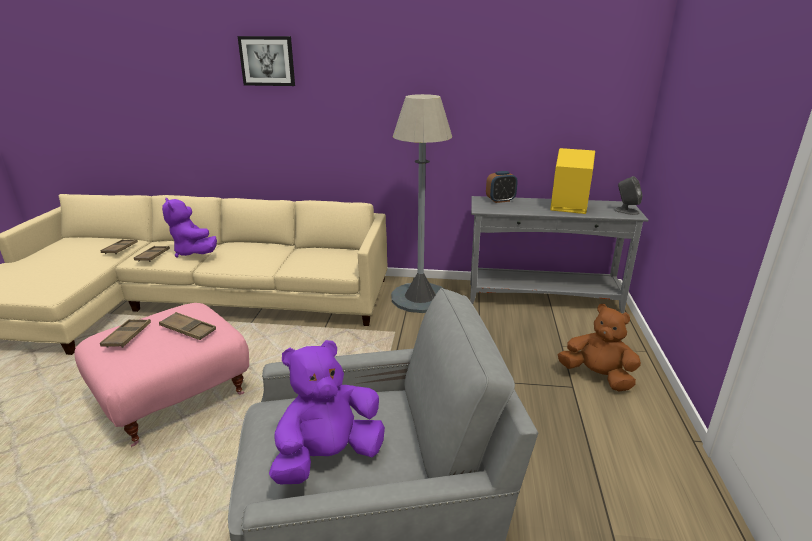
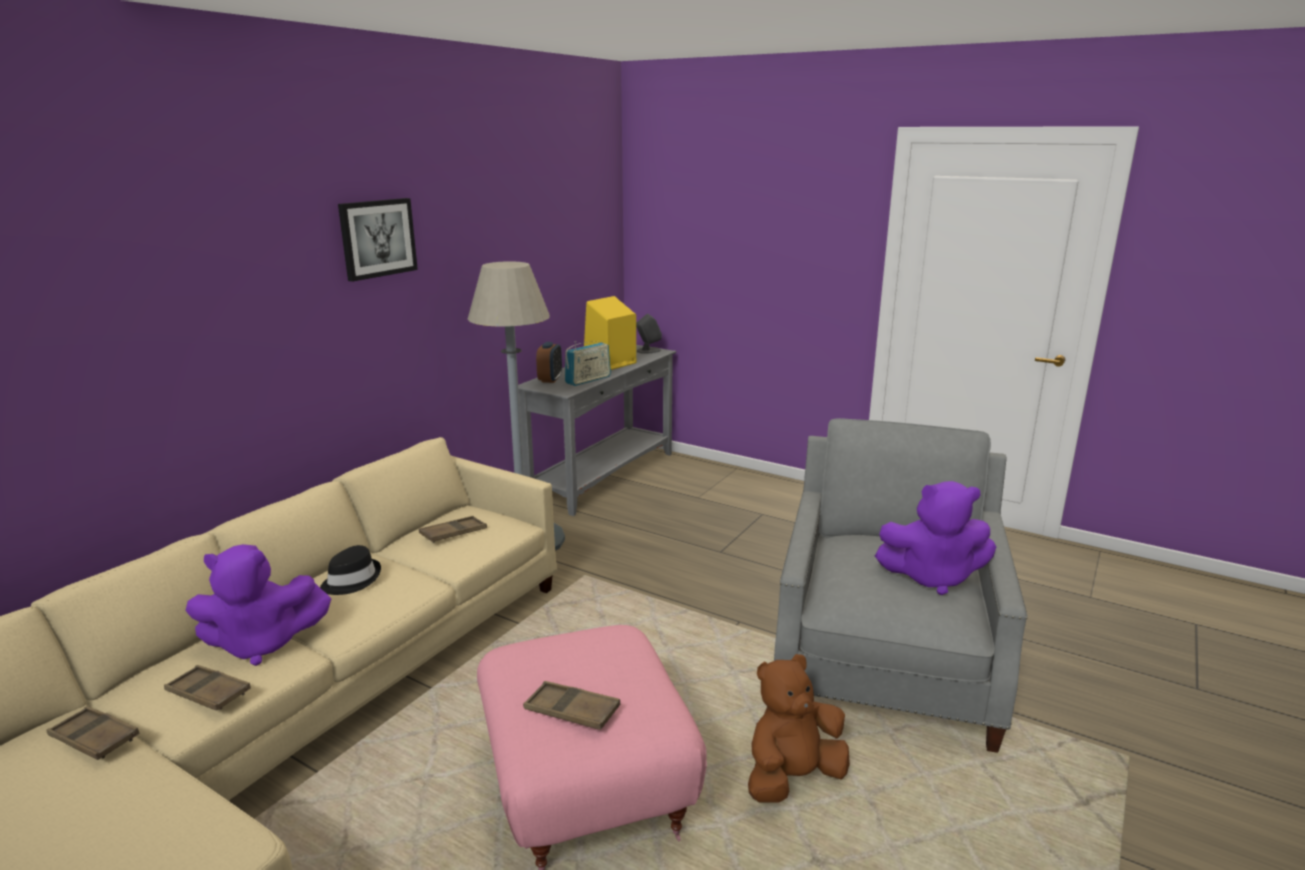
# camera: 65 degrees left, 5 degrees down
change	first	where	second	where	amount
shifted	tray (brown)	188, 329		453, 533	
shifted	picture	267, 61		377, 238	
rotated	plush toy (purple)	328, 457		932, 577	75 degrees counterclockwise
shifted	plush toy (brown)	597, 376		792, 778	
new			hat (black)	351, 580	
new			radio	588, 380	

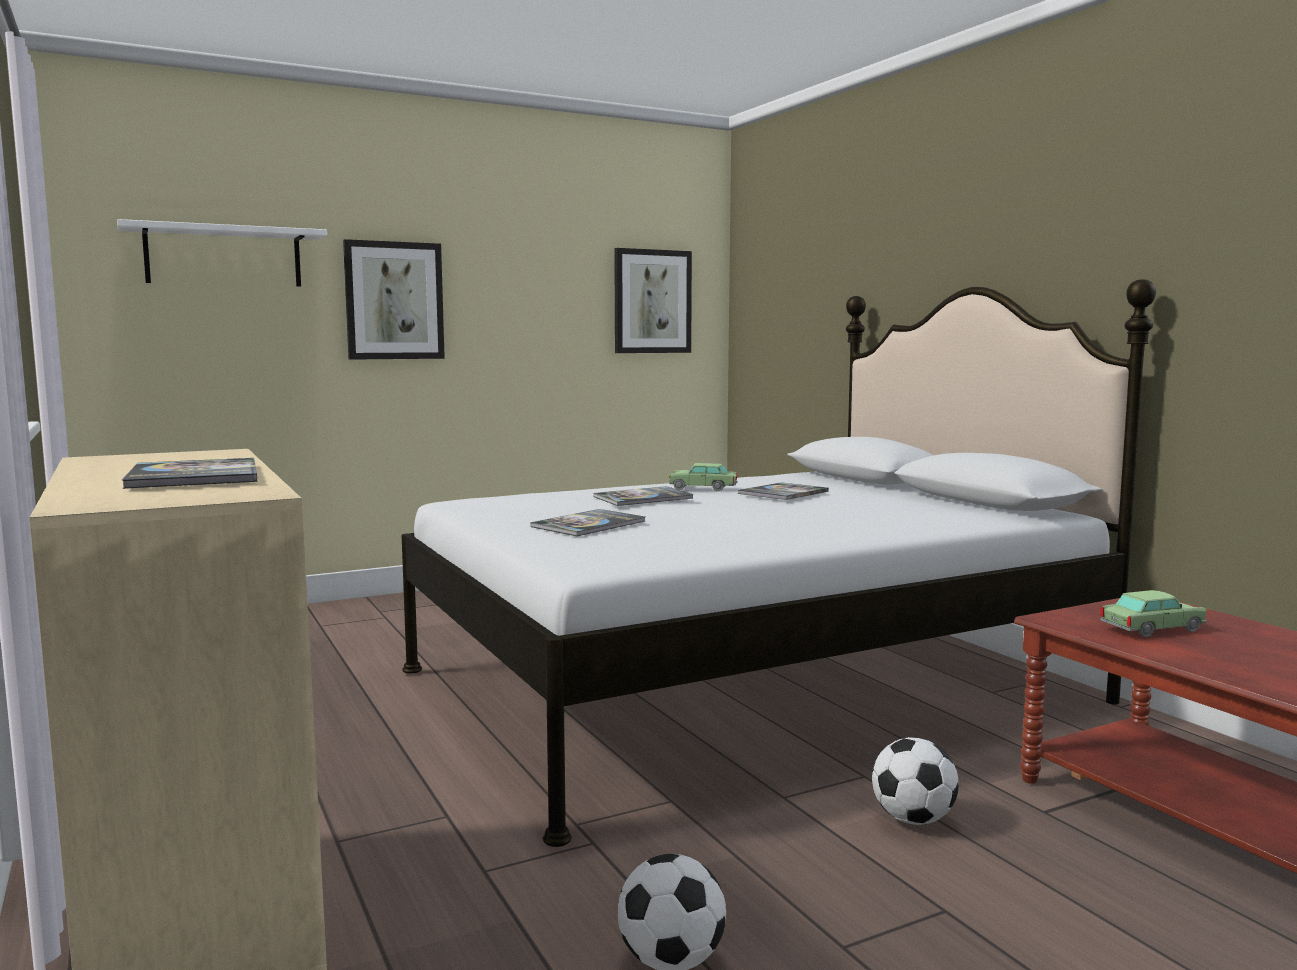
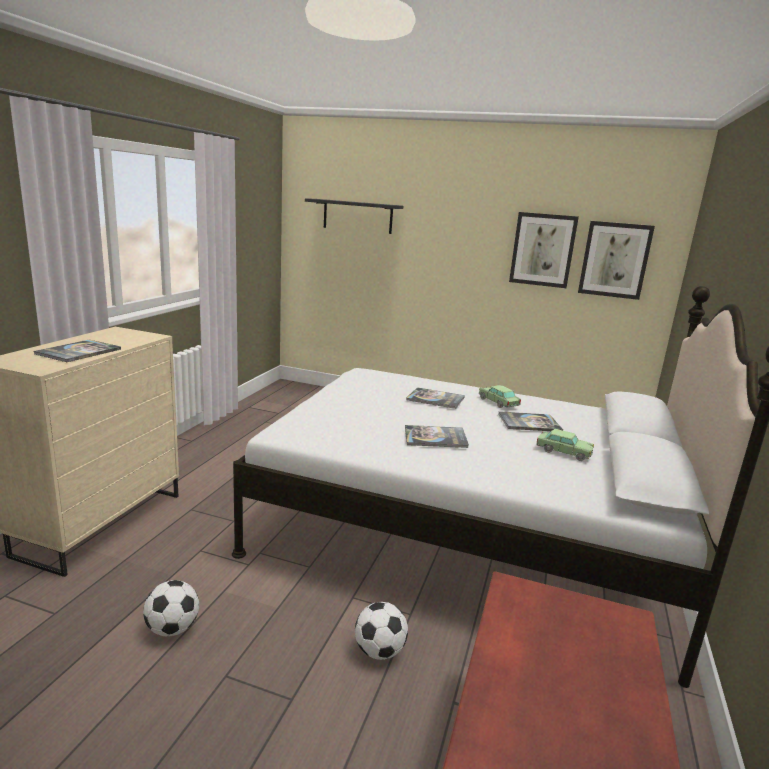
# camera: 45 degrees right, 10 degrees up
change	first	where	second	where	amount
repainted	shelf (white)	224, 257	shelf (black)	357, 216	
shifted	picture	394, 301		543, 250	
shifted	book	588, 525		435, 437	
shifted	toy car	1151, 629		563, 452	

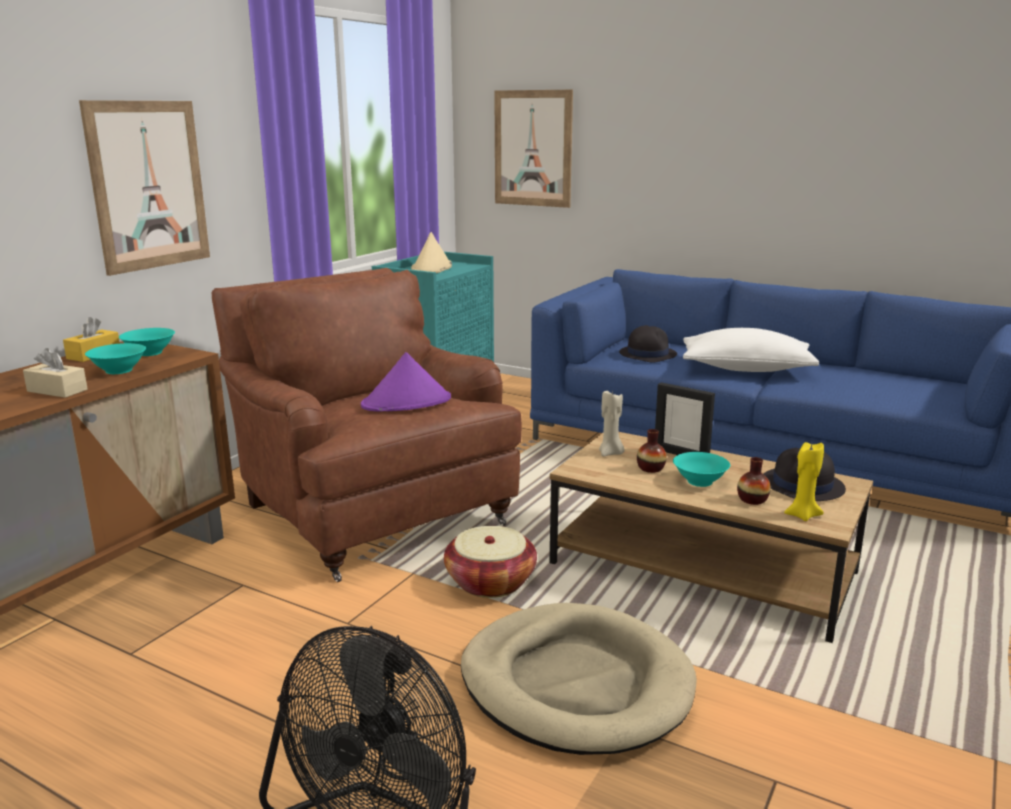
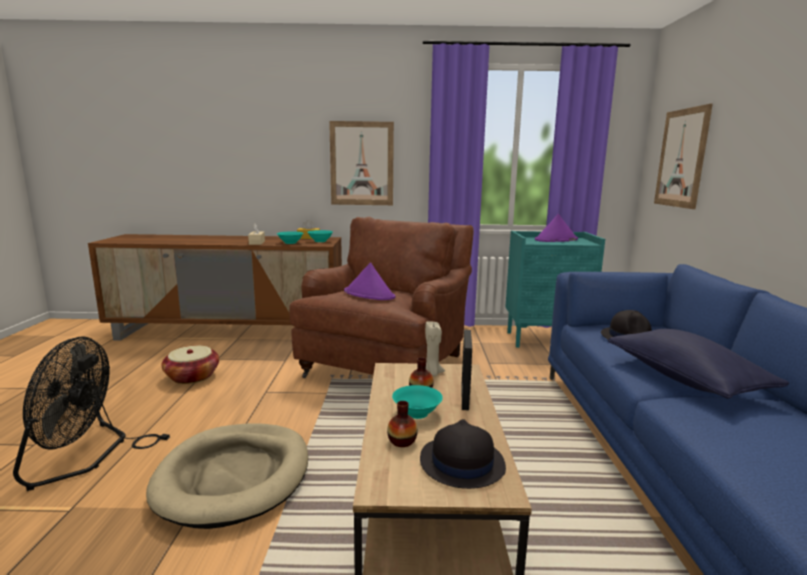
# camera: 60 degrees right, 5 degrees down
change	first	where	second	where	amount
repainted	hat (beige)	432, 268	hat (purple)	556, 240	
shifted	basket	490, 582		192, 377	
repainted	pillow (white)	745, 369	pillow (blue)	685, 379	
gone	candle (yellow)	802, 515			

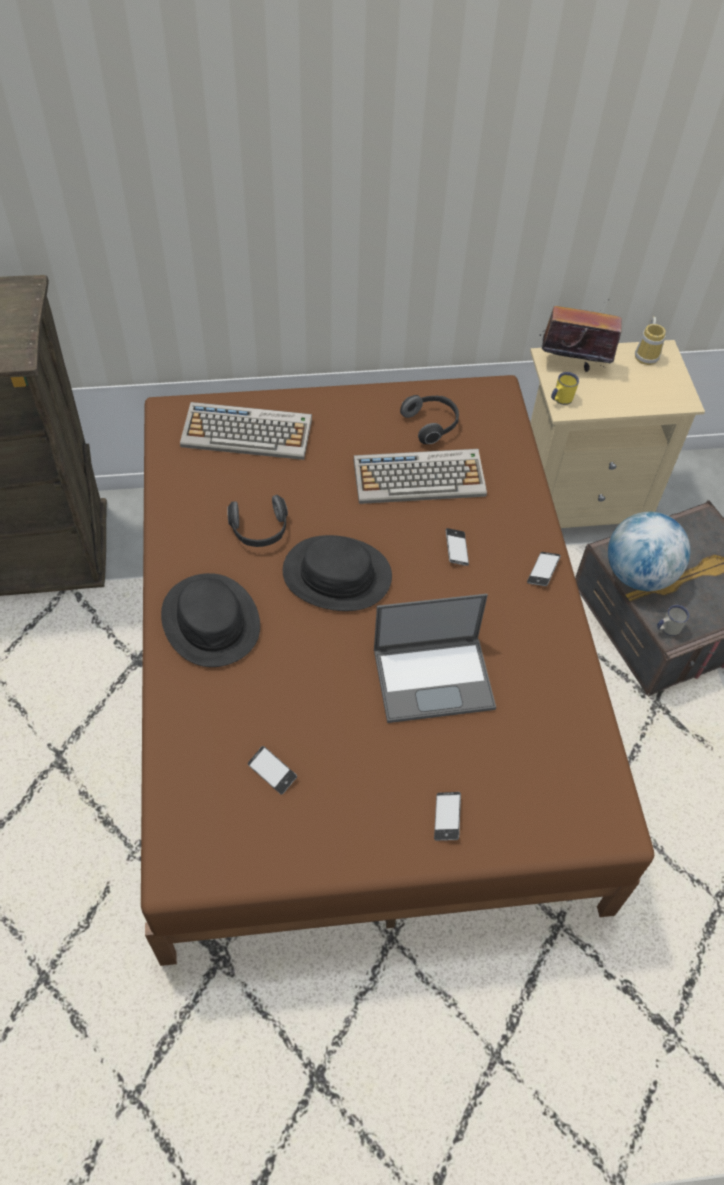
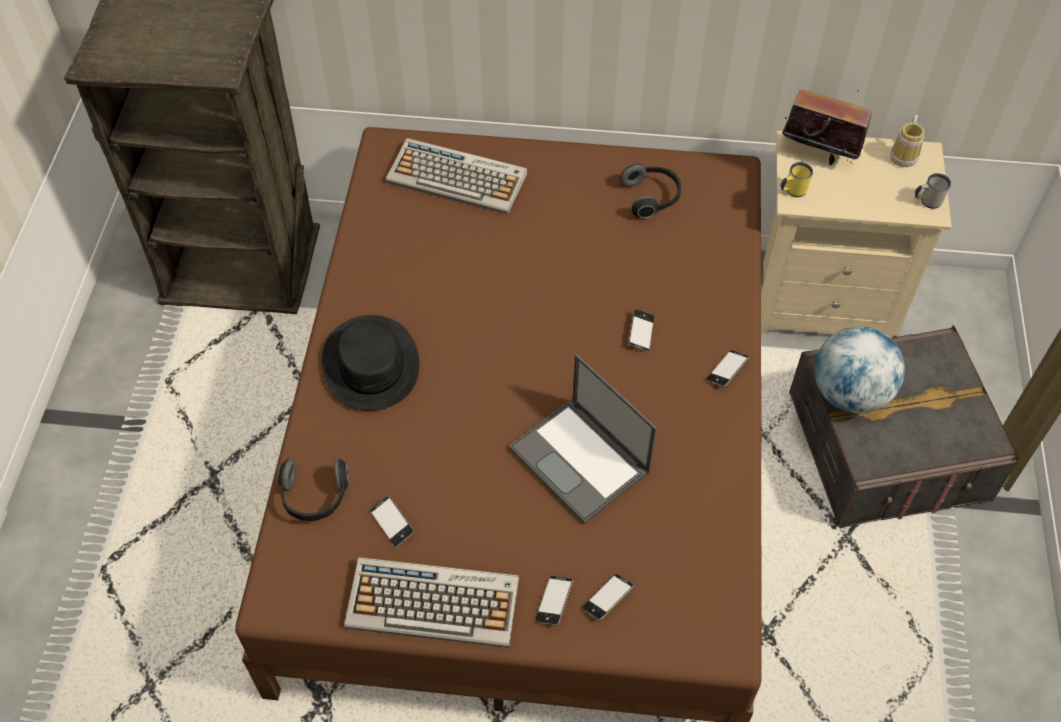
# camera: 15 degrees right, 0 degrees up
change	first	where	second	where	amount
shifted	headphones	260, 531		314, 497	
gone	hat (black)	337, 575			
shifted	keyboard	420, 477		435, 602	
rotated	laptop	435, 678		581, 461	45 degrees clockwise
shifted	mug (white)	667, 629		927, 201	
new			phone	607, 599	

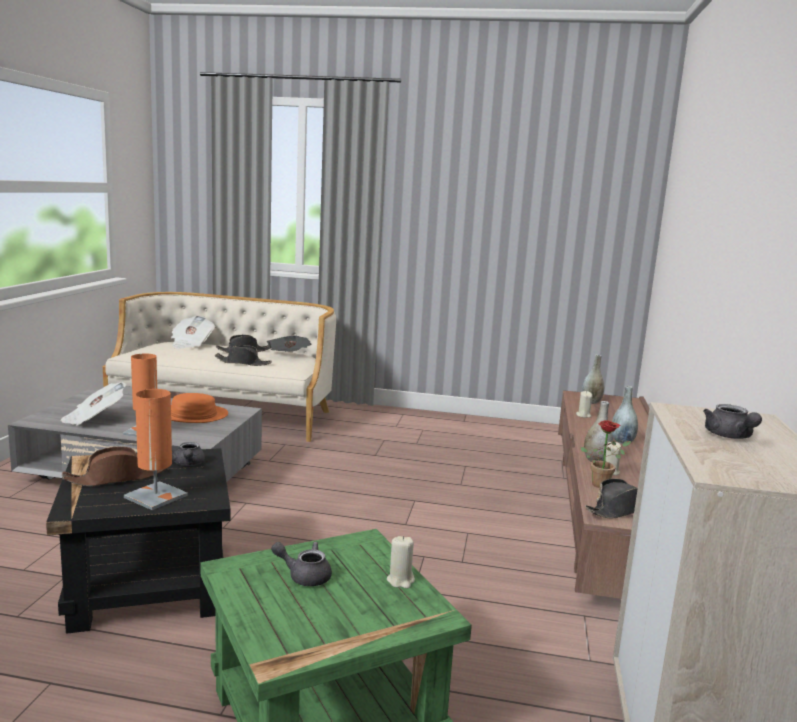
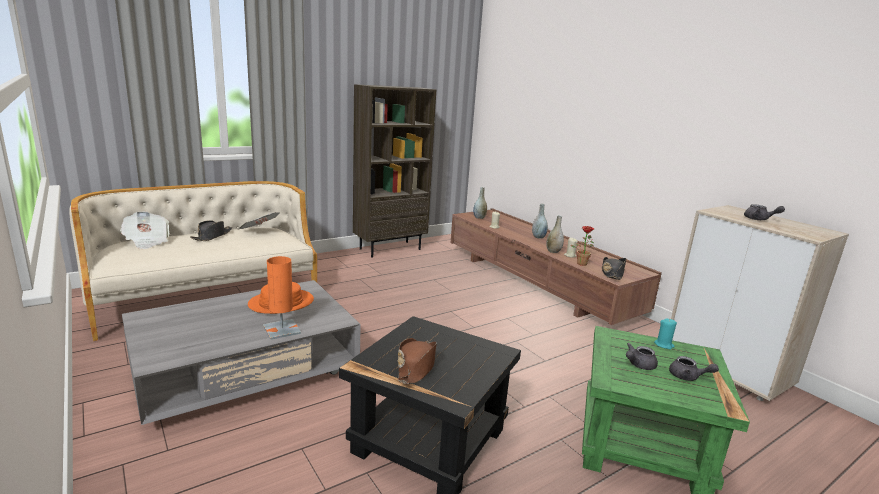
# camera: 45 degrees left, 5 degrees up
change	first	where	second	where	amount
gone	newspaper	94, 419			
gone	table lamp (orange)	155, 496			
shifted	teapot (grey)	188, 464		688, 377	
gone	hat (black)	243, 363			
repainted	candle (beige)	400, 580	candle (turquoise)	664, 345	
new			bookcase (brown)	390, 249	

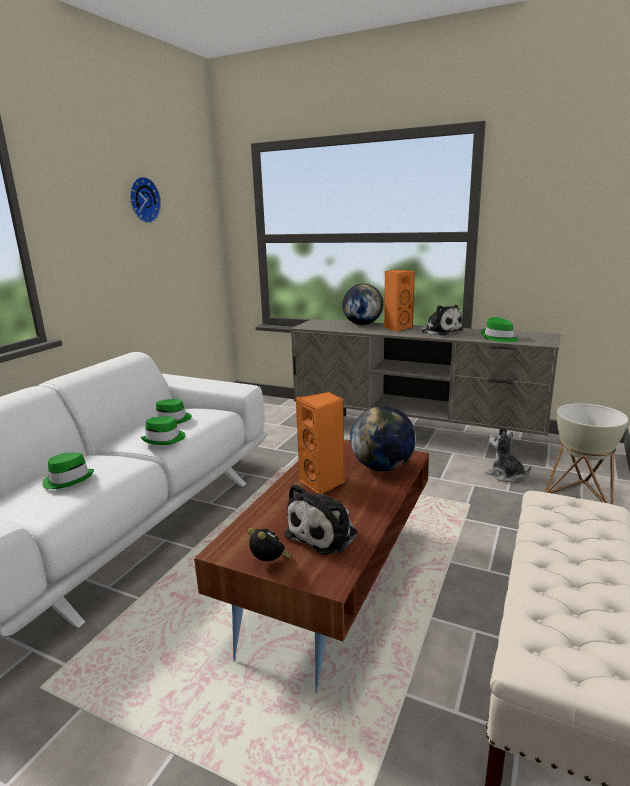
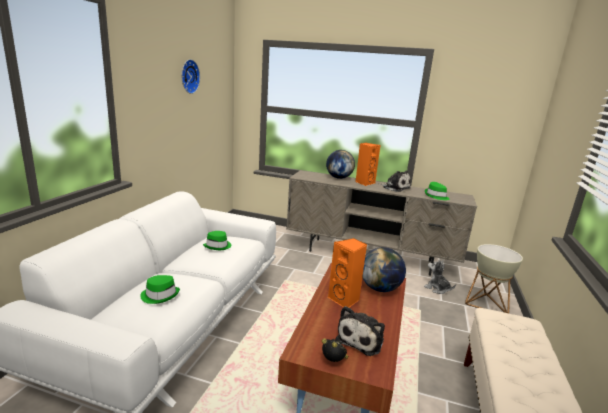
# camera: 10 degrees left, 0 degrees up
change	first	where	second	where	amount
gone	hat (green)	164, 439			

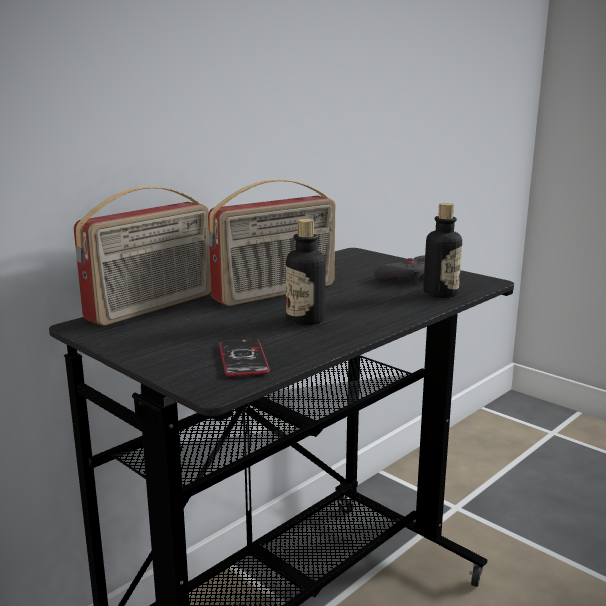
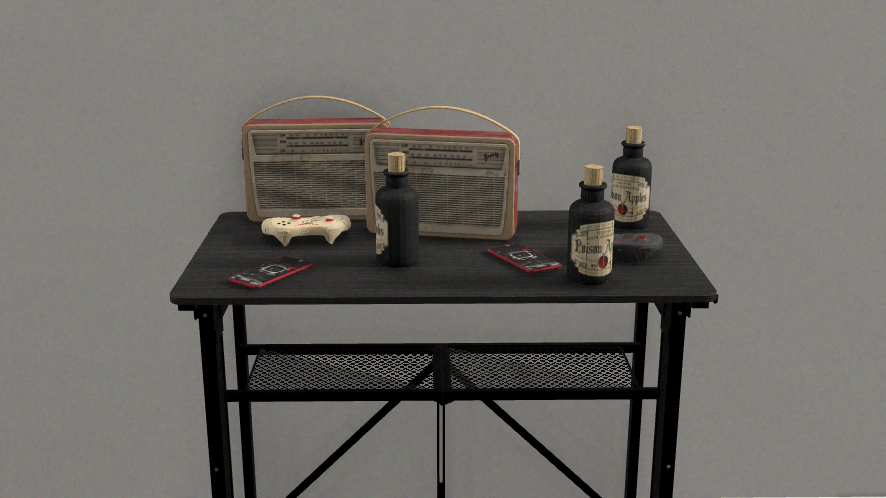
# camera: 45 degrees right, 0 degrees up
change	first	where	second	where	amount
new			game controller (beige)	307, 238	
new			phone	523, 260	
new			bottle	628, 225	

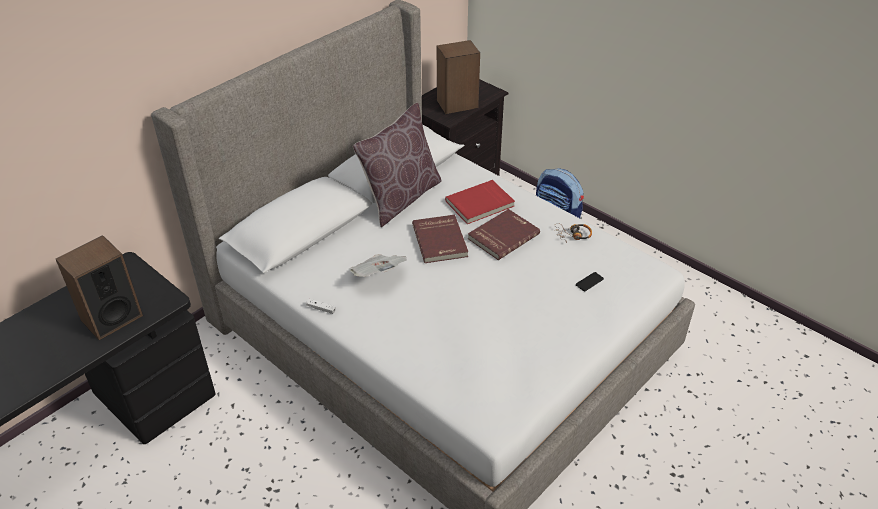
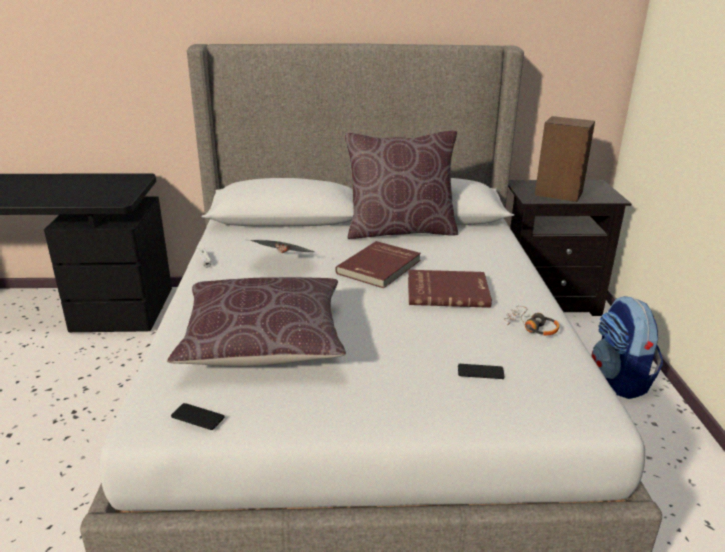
# camera: 45 degrees right, 15 degrees down
change	first	where	second	where	amount
gone	speaker	111, 318			
gone	book (red)	480, 204			
new			pillow (brown)	263, 340	
new			phone	197, 417	

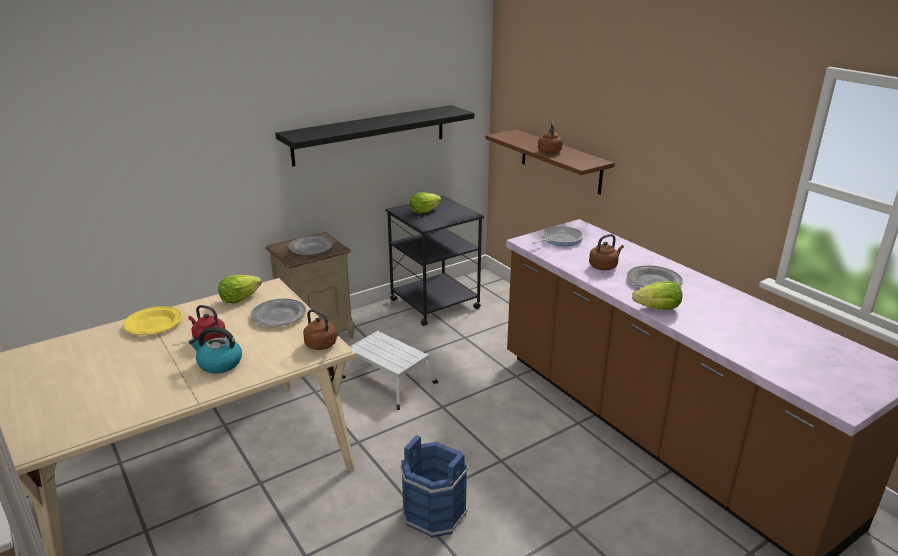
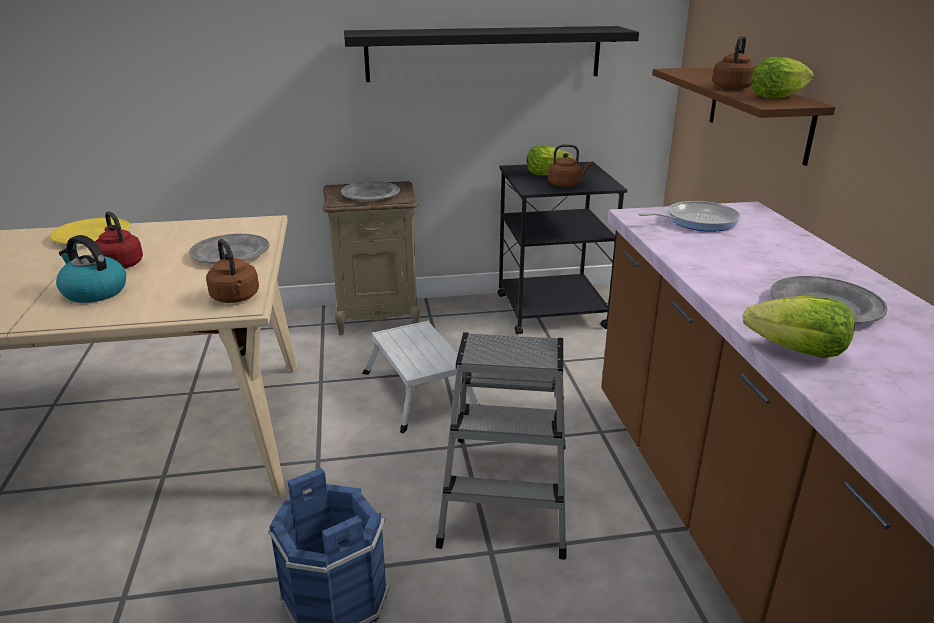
# camera: 25 degrees right, 0 degrees up
change	first	where	second	where	amount
shifted	lettuce	239, 299		776, 97	
shifted	kettle (brown)	604, 266		566, 184	
new			step ladder (grey)	506, 490	

